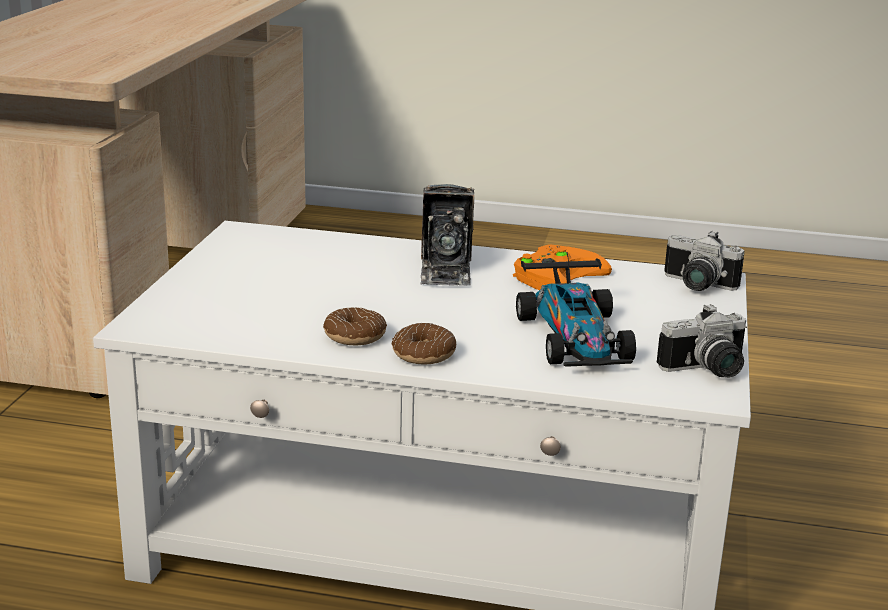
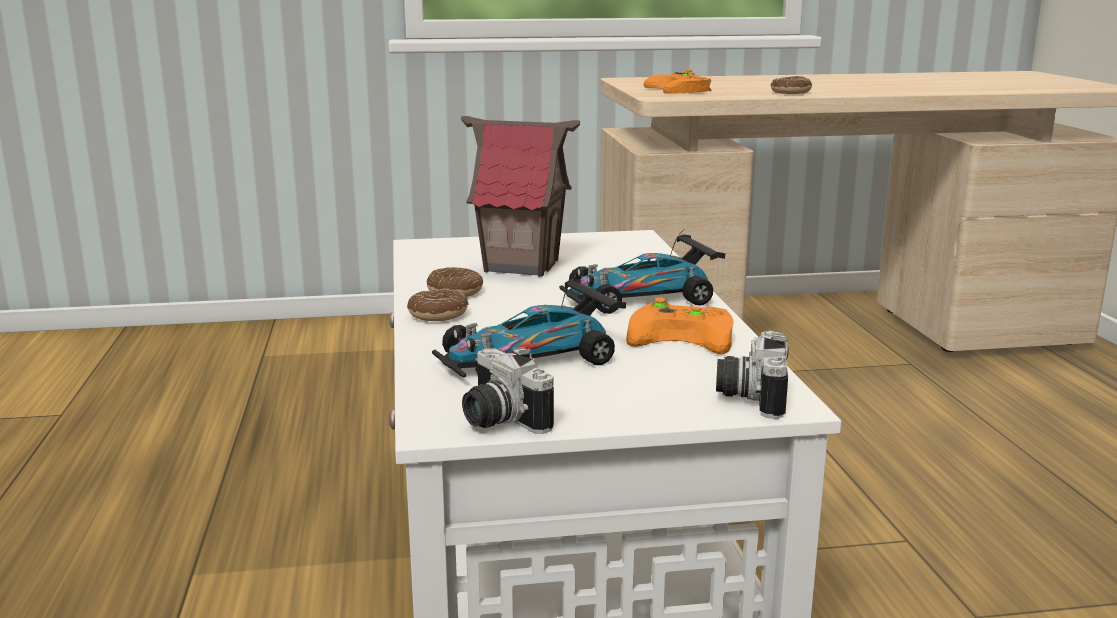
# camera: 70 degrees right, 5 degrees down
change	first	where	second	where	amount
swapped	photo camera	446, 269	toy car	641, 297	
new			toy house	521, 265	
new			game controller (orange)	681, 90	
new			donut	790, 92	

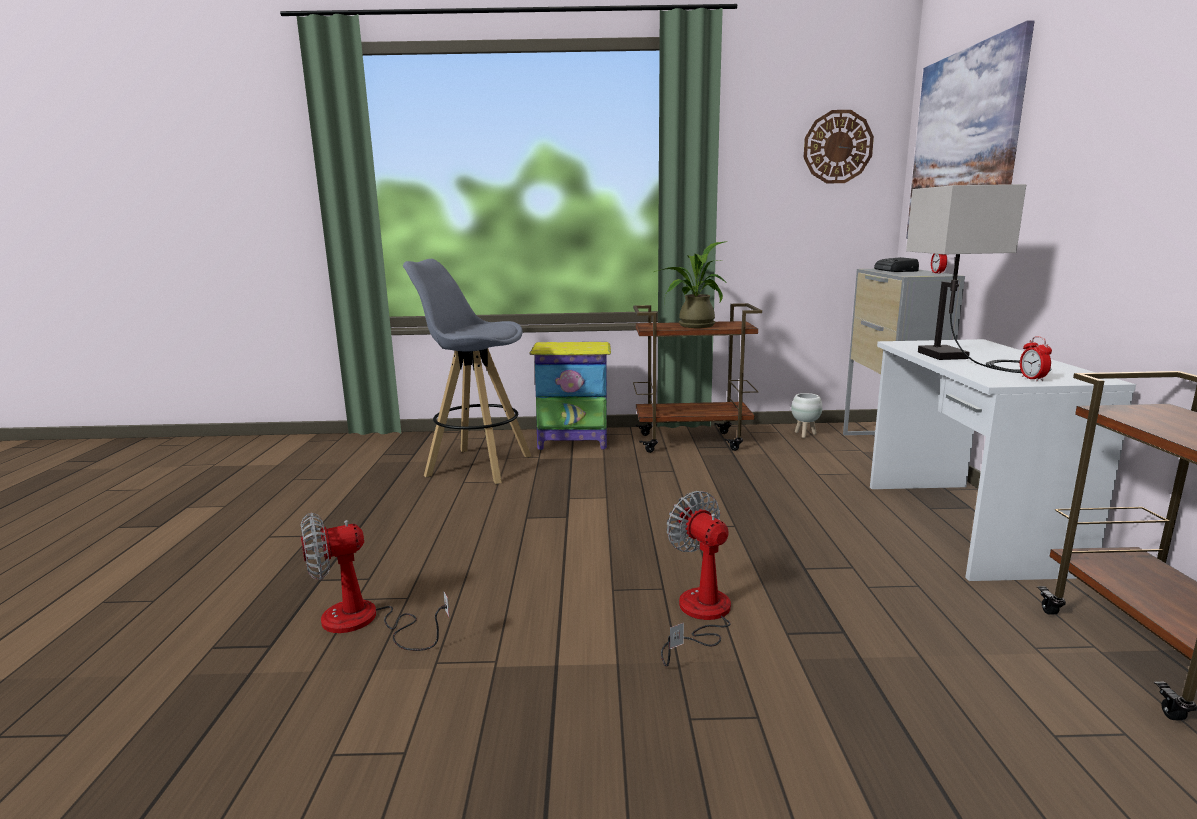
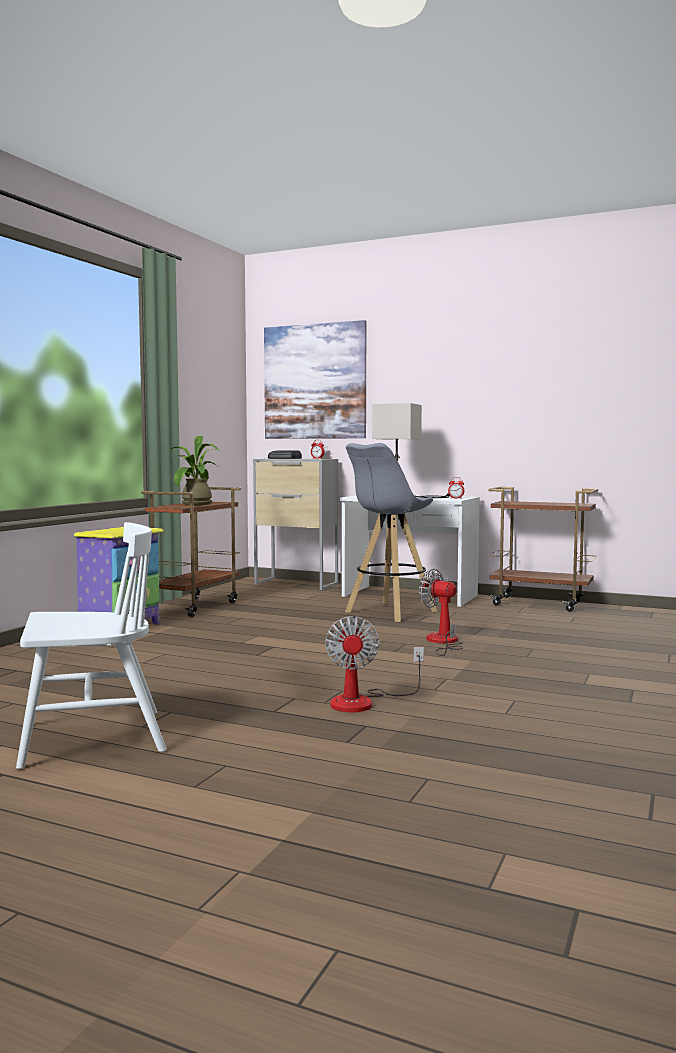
# camera: 65 degrees left, 10 degrees down
change	first	where	second	where	amount
shifted	stool (grey)	477, 465		388, 612	
rotated	fan	699, 616		443, 642	45 degrees clockwise
gone	planter (white)	805, 435			
gone	wall clock	837, 147			
new			chair (white)	92, 738	

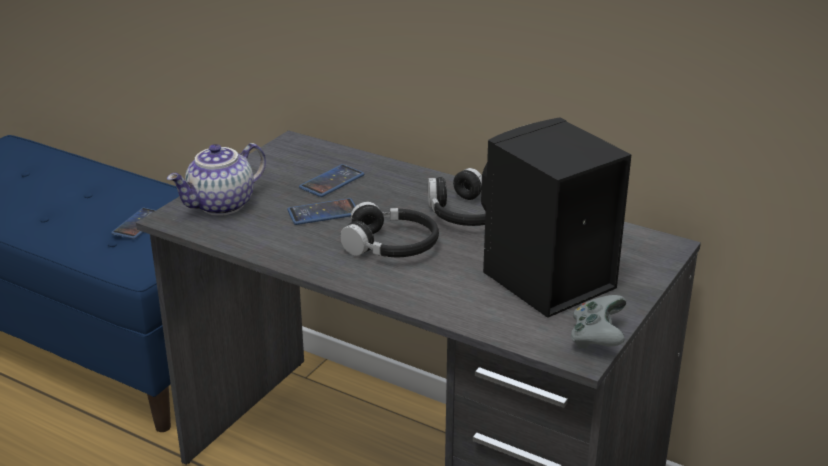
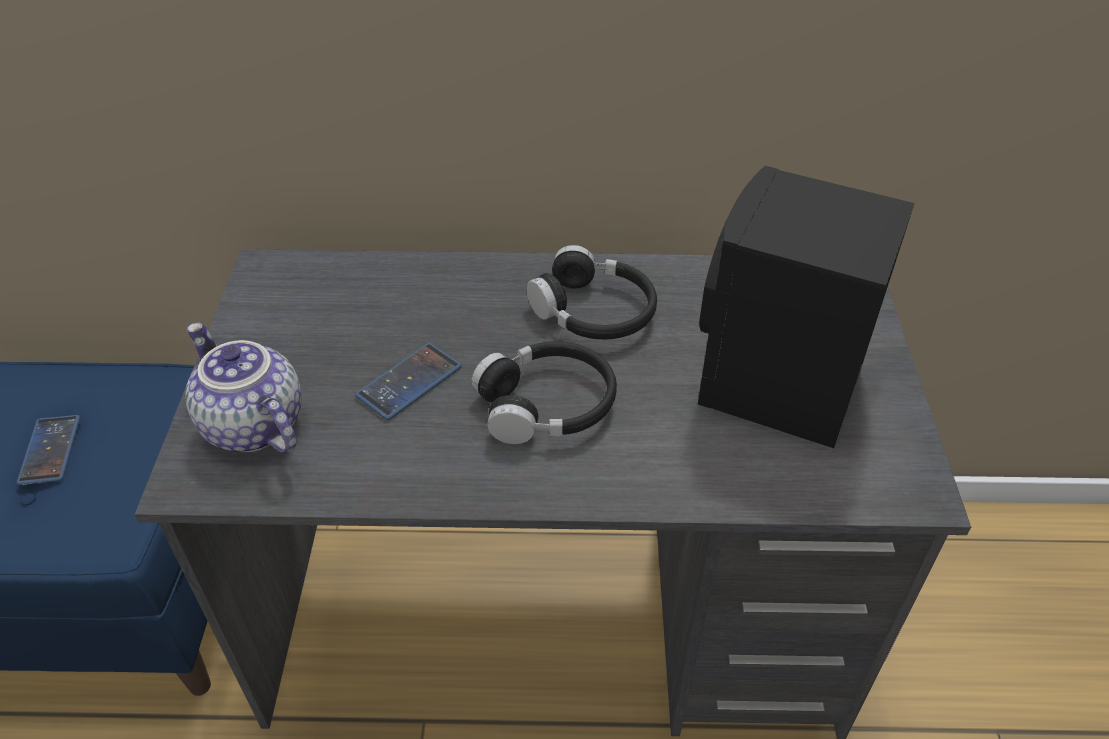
# camera: 30 degrees left, 15 degrees up
change	first	where	second	where	amount
rotated	teapot	222, 206		251, 426	120 degrees clockwise
gone	phone	332, 182			
gone	game controller (grey)	597, 338			

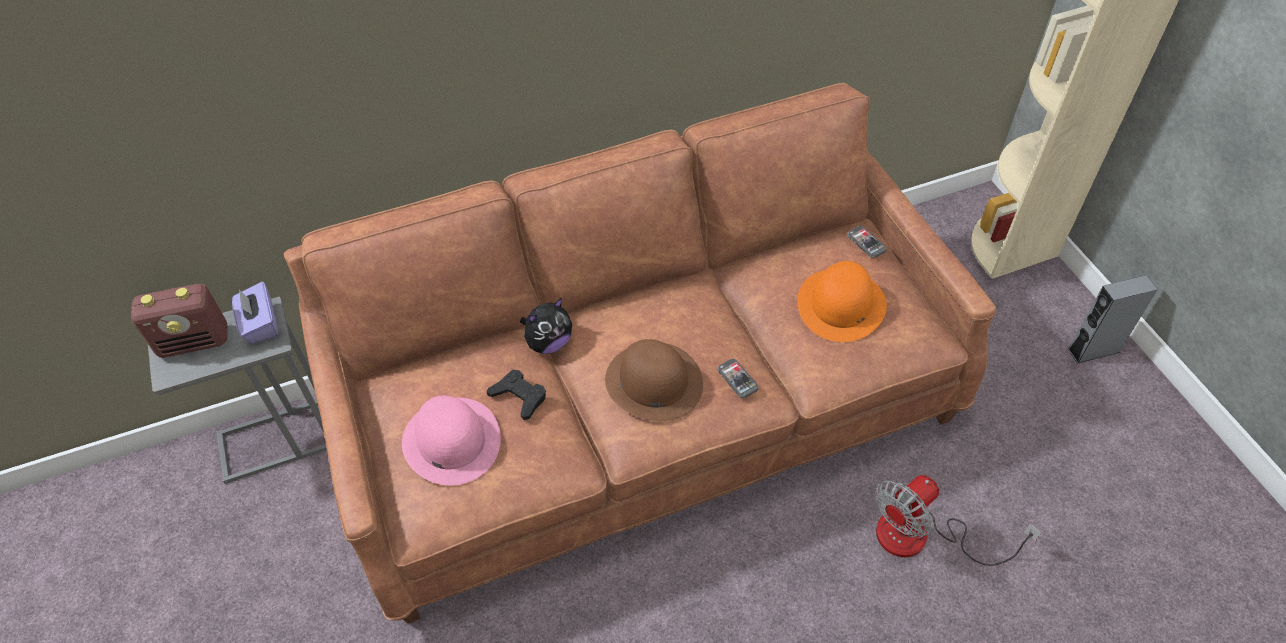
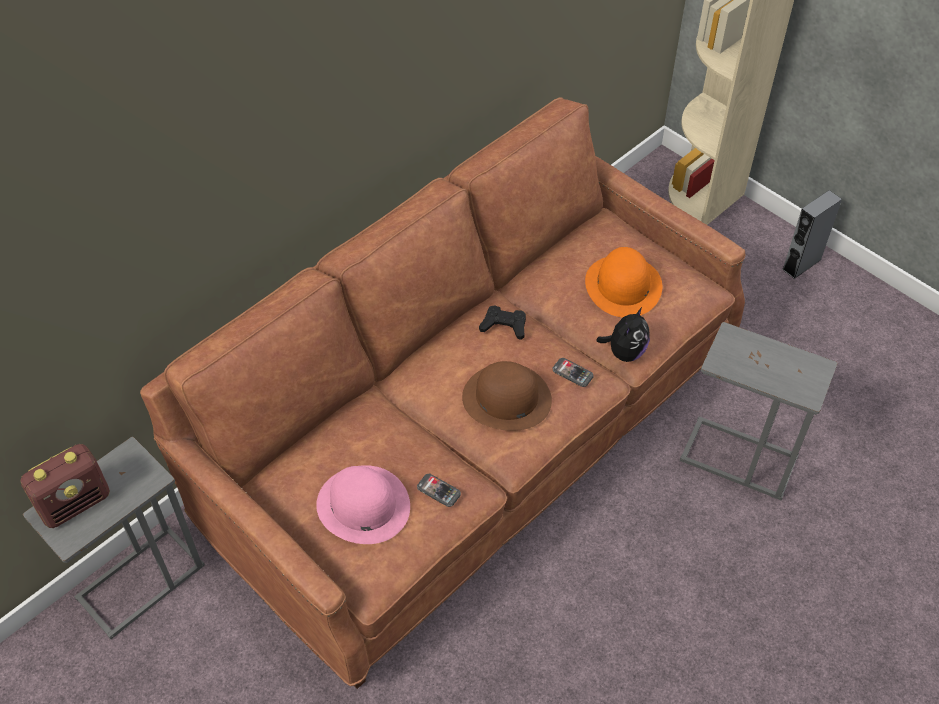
# camera: 25 degrees left, 0 degrees up
change	first	where	second	where	amount
gone	tissue box (purple)	260, 324			
shifted	game controller (black)	519, 396		504, 325	
shifted	plush toy	548, 343		624, 352	
shifted	phone	866, 243		438, 491	
swapped	fan	921, 537	side table (grey)	739, 458	

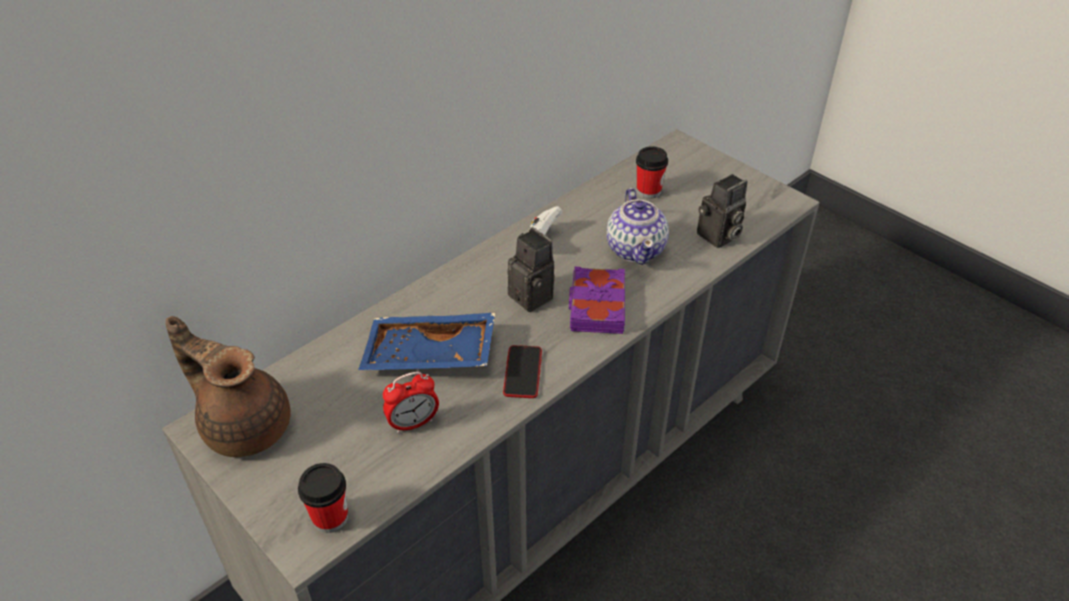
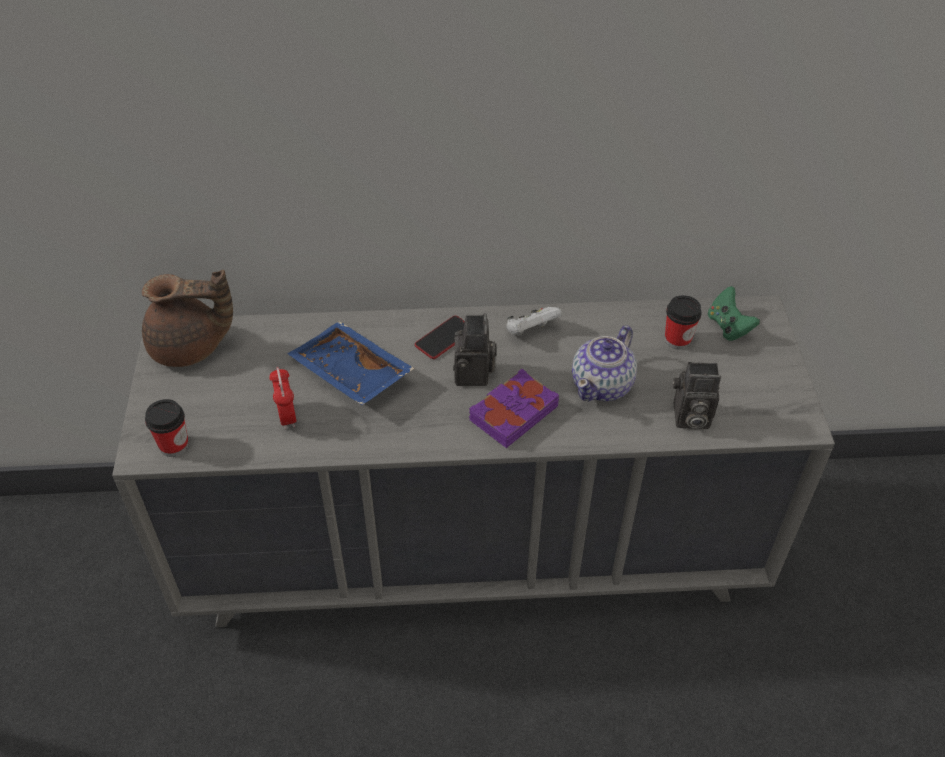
# camera: 40 degrees right, 5 degrees up
change	first	where	second	where	amount
rotated	teapot (brown)	245, 425		190, 348	105 degrees clockwise
rotated	alarm clock	413, 423		287, 416	60 degrees clockwise
shifted	phone	522, 372		444, 338	
new			game controller (green)	728, 326	

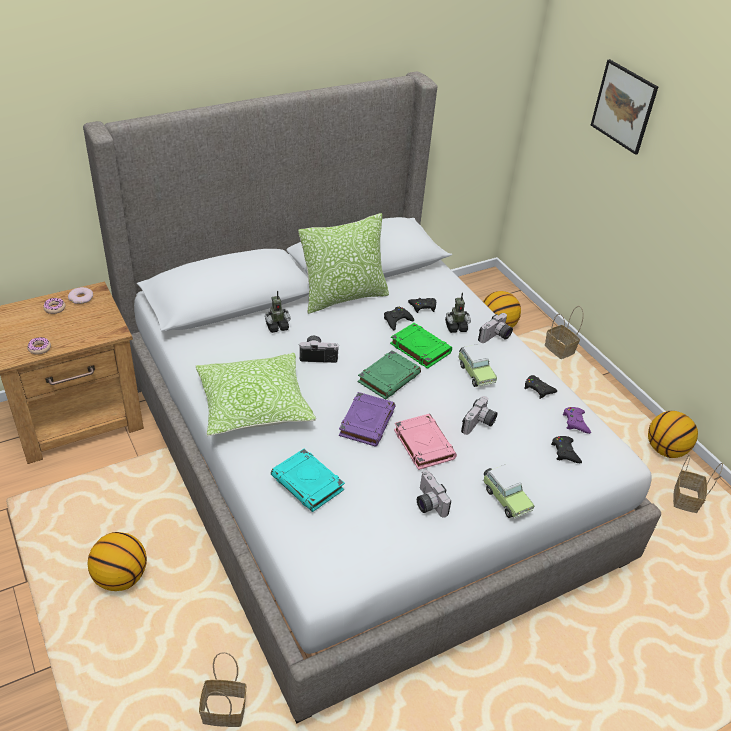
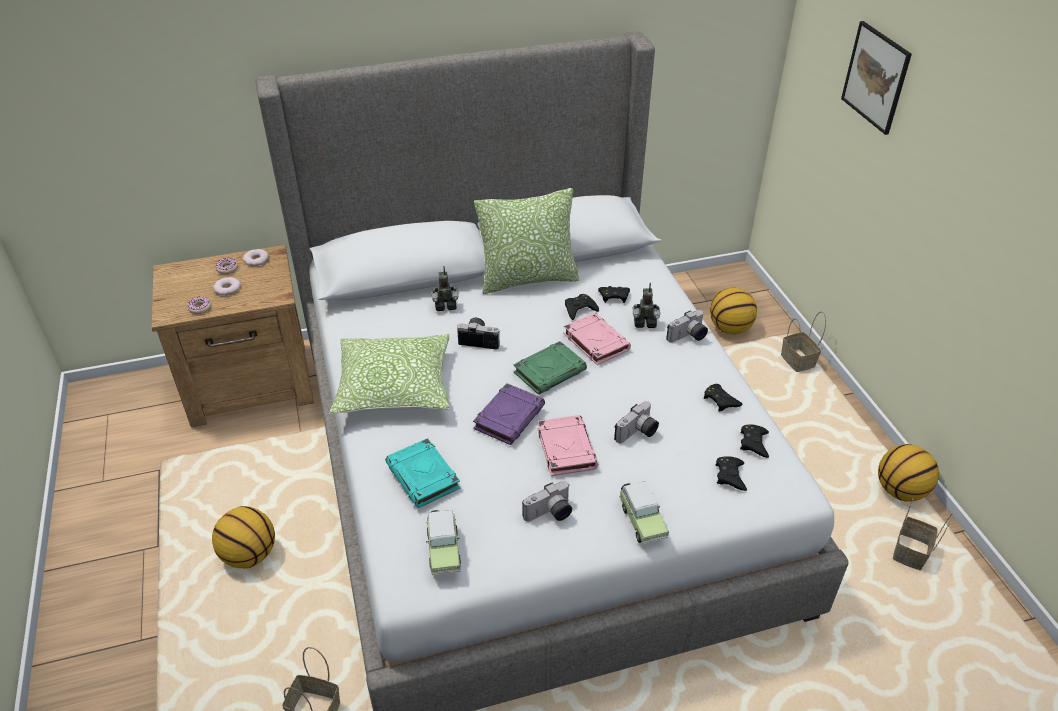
# camera: 15 degrees right, 0 degrees up
change	first	where	second	where	amount
repainted	book (green)	419, 348	book (pink)	595, 342	
rotated	photo camera	427, 503		550, 514	105 degrees counterclockwise
shifted	toy car	475, 373		444, 549	
repainted	game controller (purple)	575, 422	game controller (black)	754, 443	
new			donut	227, 289	

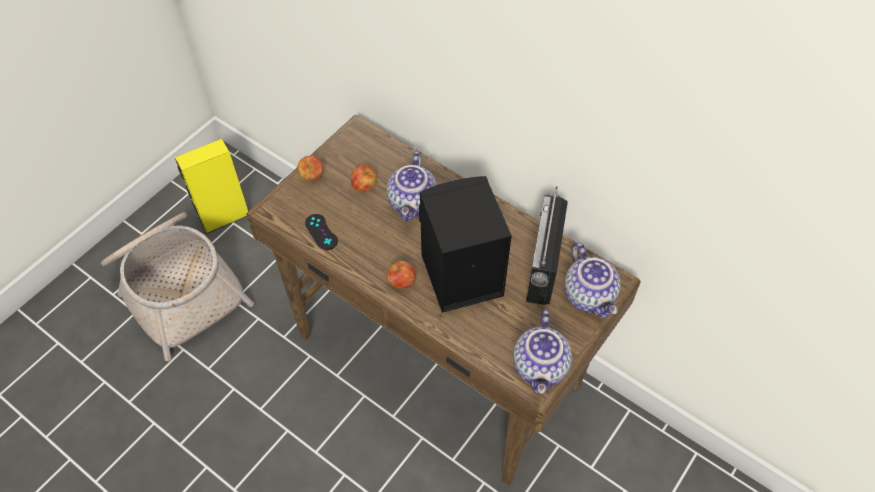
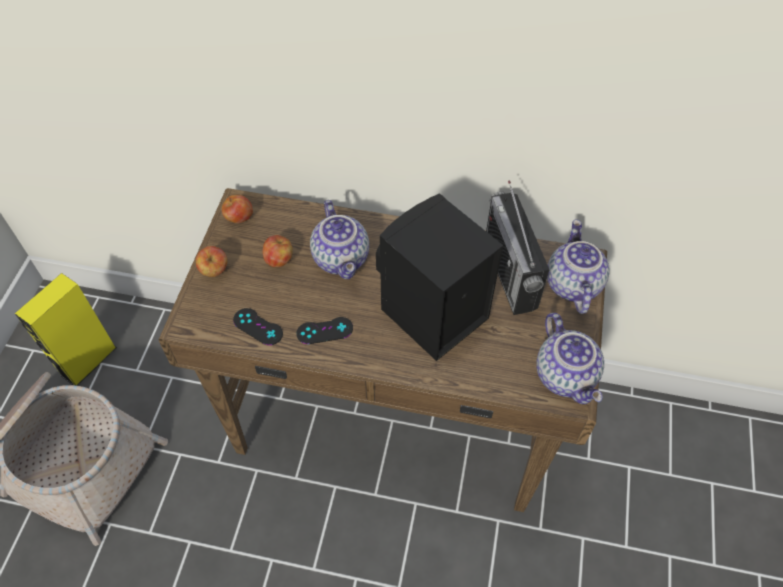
# camera: 25 degrees left, 0 degrees up
change	first	where	second	where	amount
shifted	apple	401, 282		239, 218	
rotated	teapot	590, 296		571, 284	135 degrees counterclockwise
new			game controller (black)	324, 331	

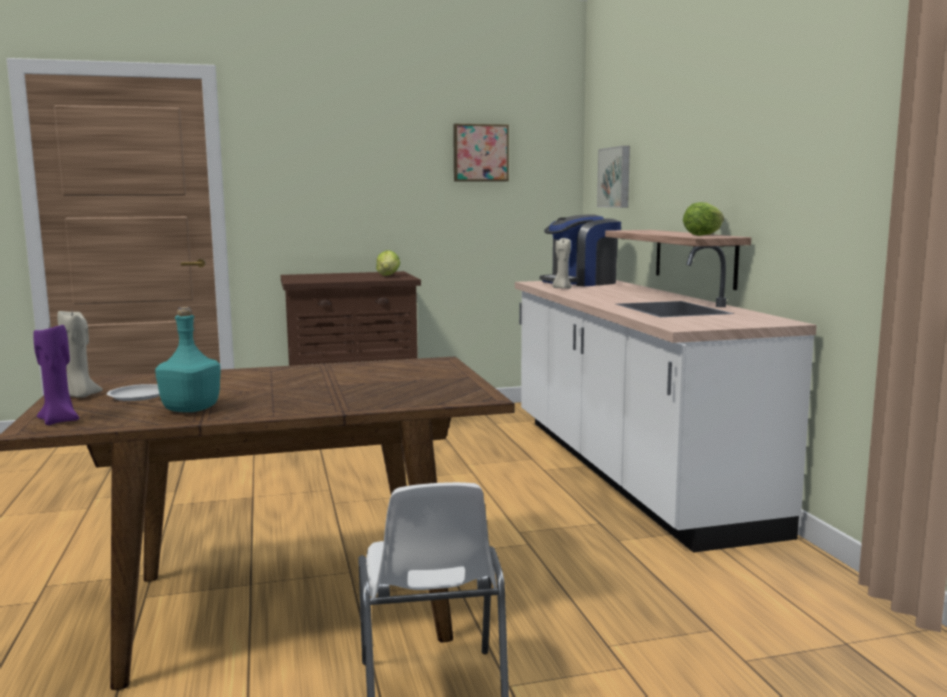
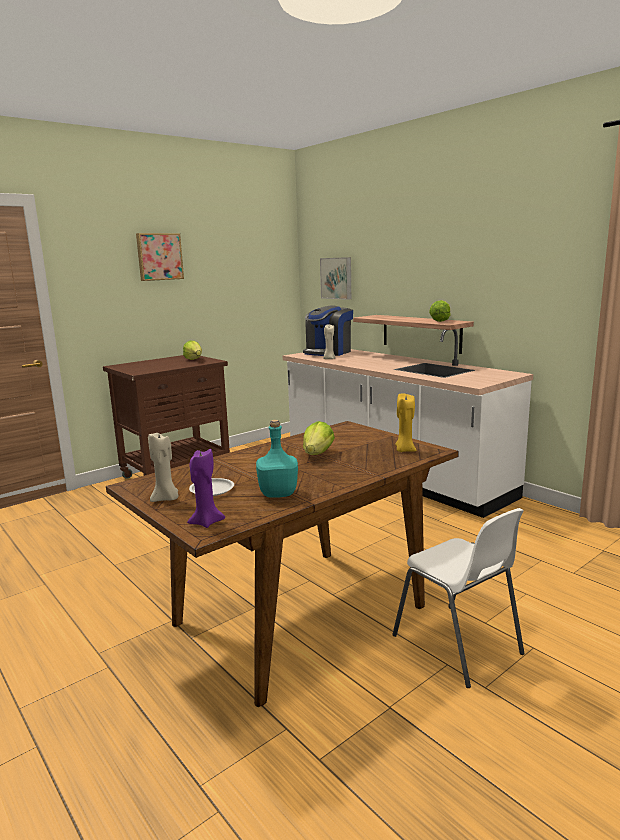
# camera: 25 degrees left, 5 degrees up
change	first	where	second	where	amount
shifted	picture	480, 153		159, 257	
new			lettuce	317, 454	
new			candle (yellow)	404, 450	

